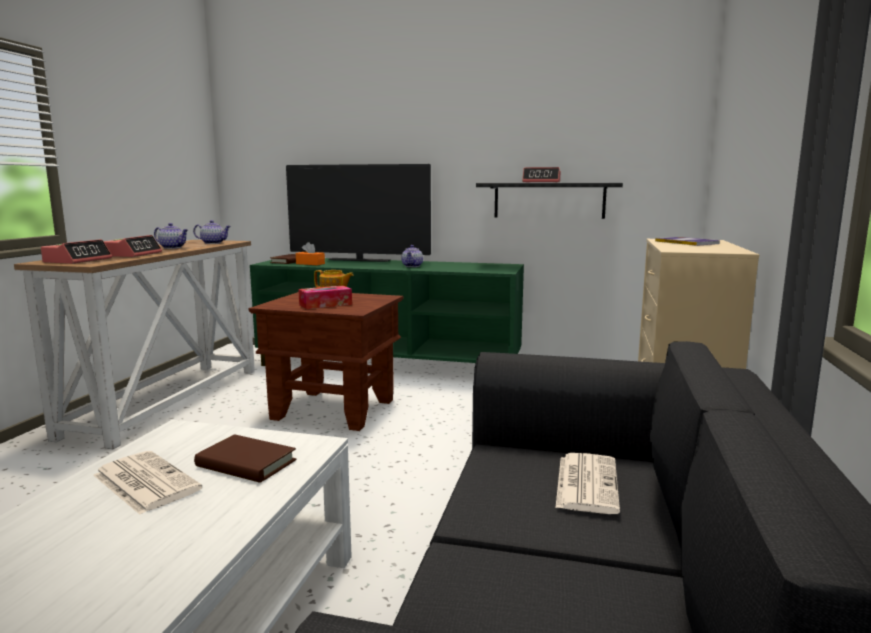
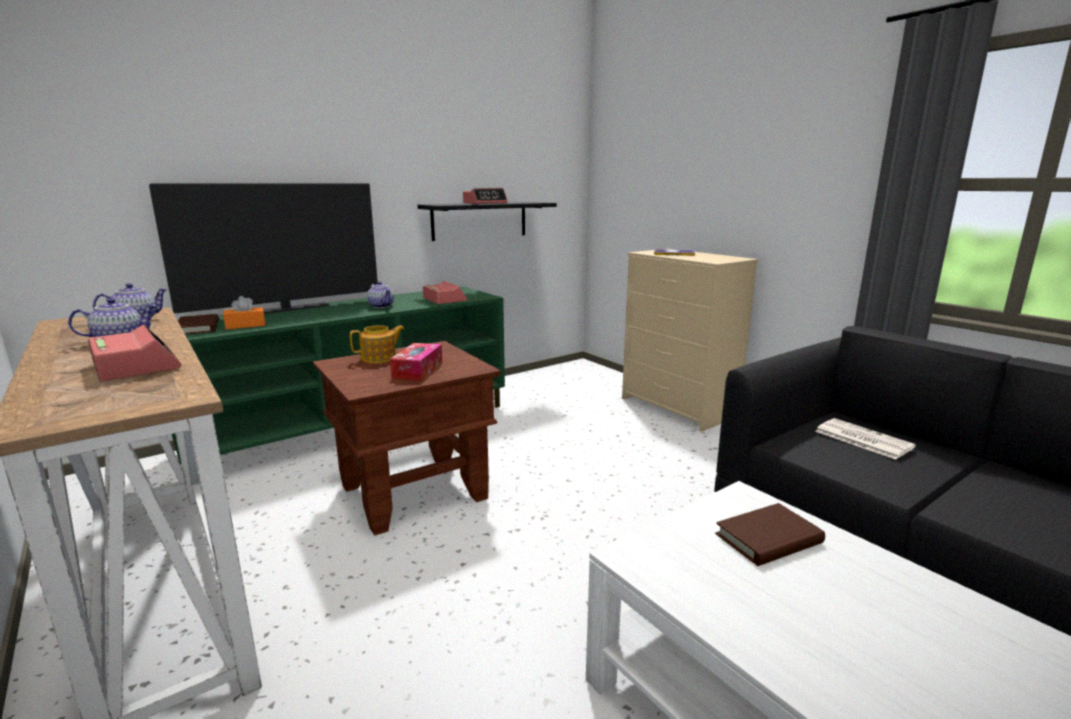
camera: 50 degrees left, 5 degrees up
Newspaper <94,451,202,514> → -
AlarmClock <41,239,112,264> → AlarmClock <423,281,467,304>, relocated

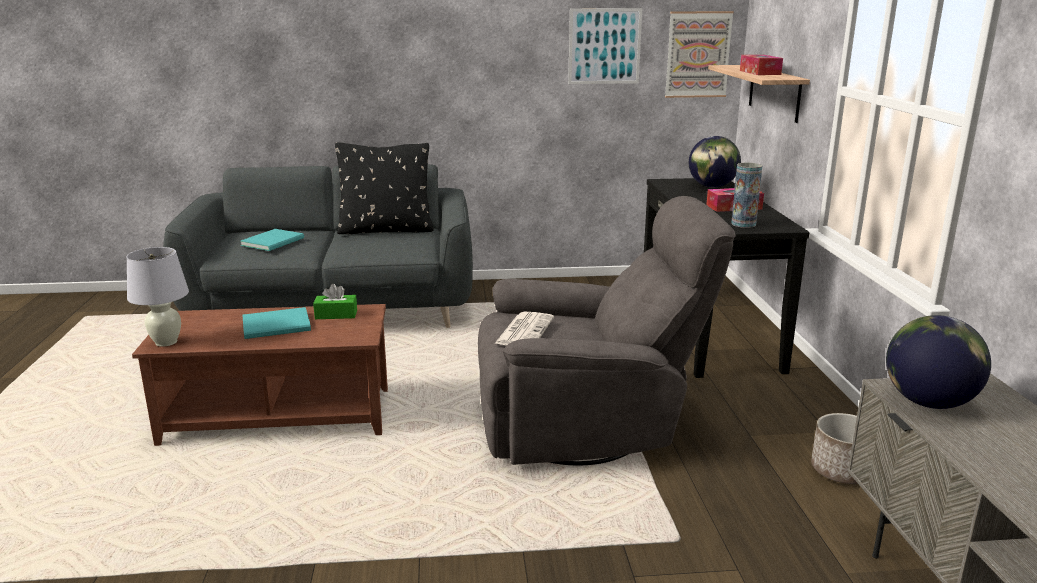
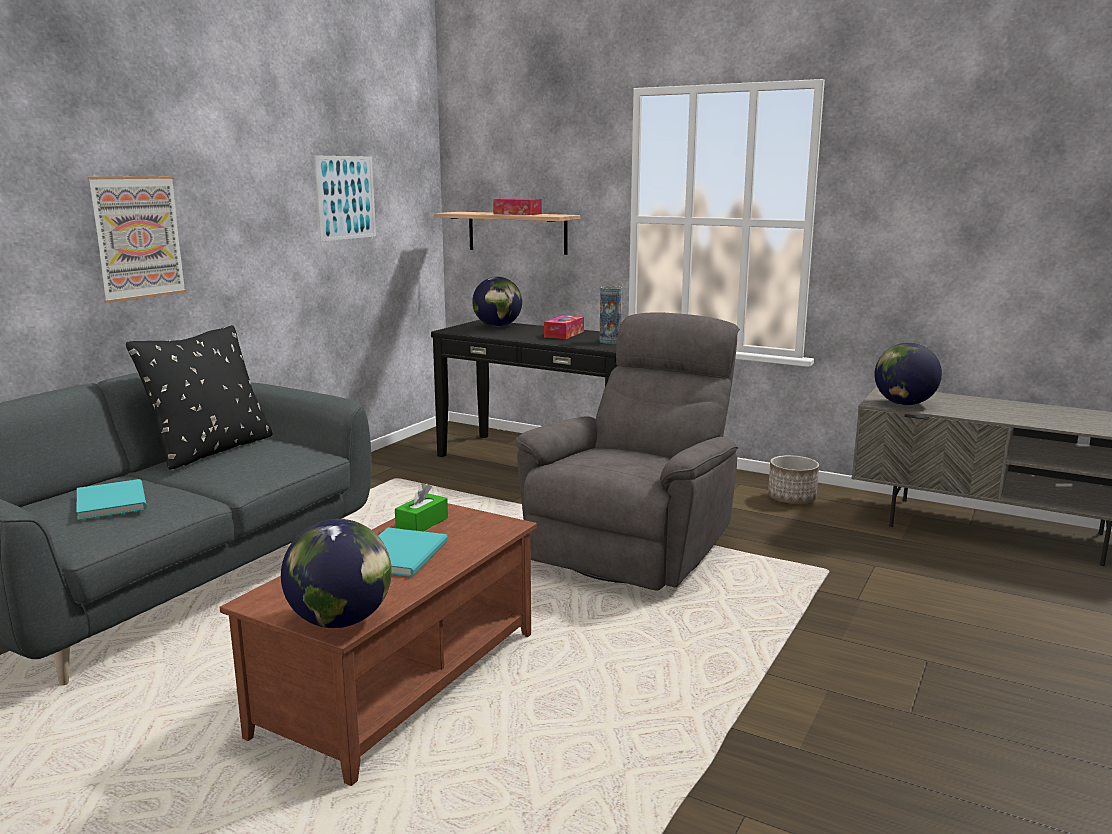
camera: 55 degrees left, 5 degrees down
Newspaper <494,312,554,345> → -
Picture <665,11,734,98> → Picture <88,176,186,303>, relocated
WhiteTableLamp <127,247,189,347> → Globe <281,519,392,628>

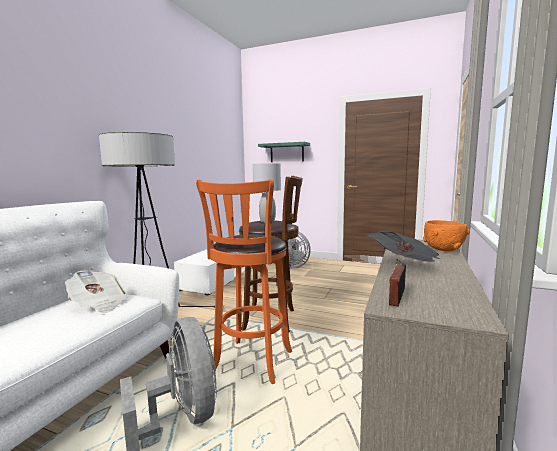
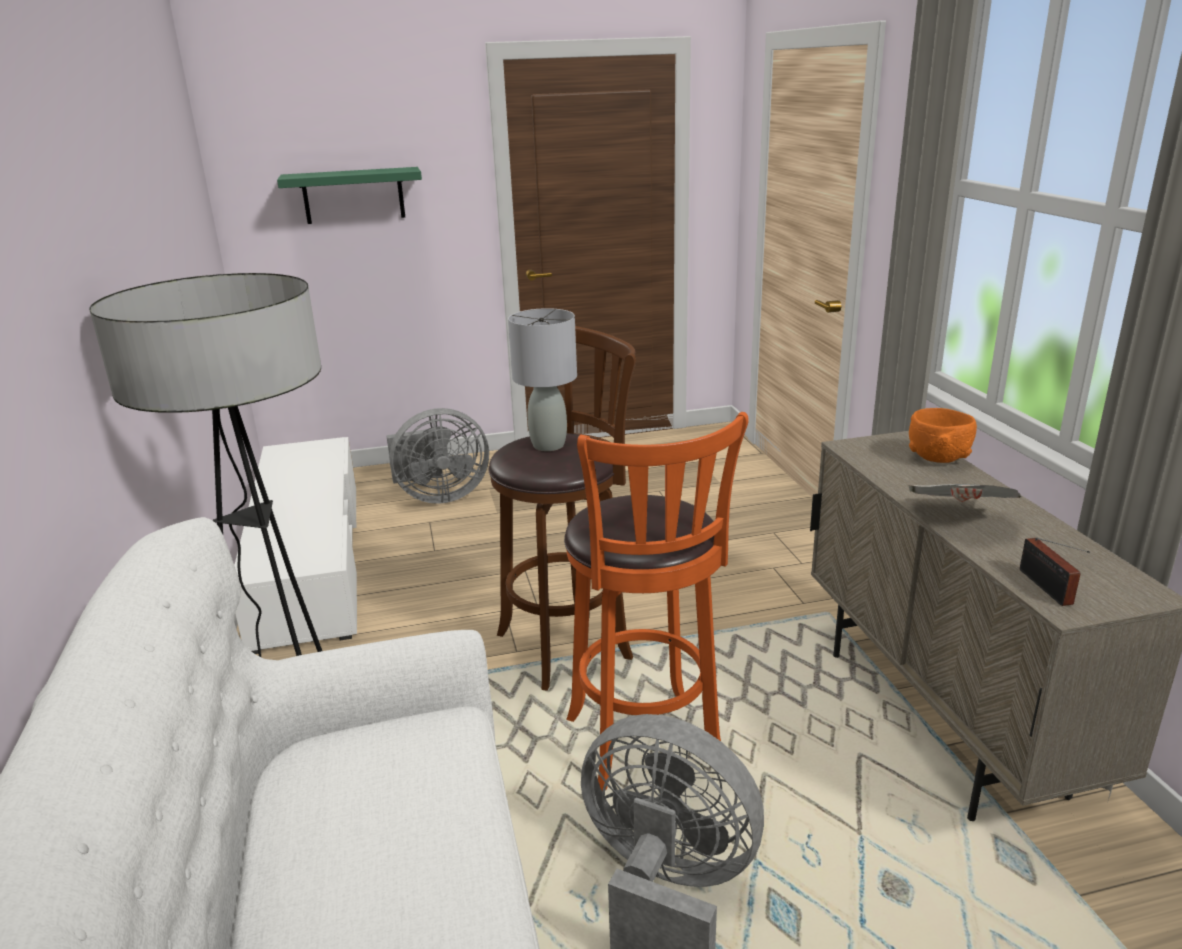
camera: 35 degrees left, 15 degrees up
Newspaper <65,270,128,313> → -

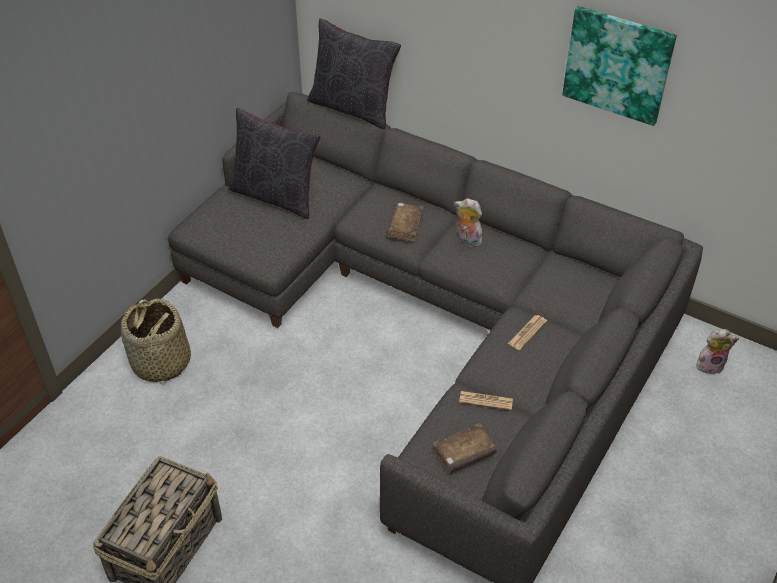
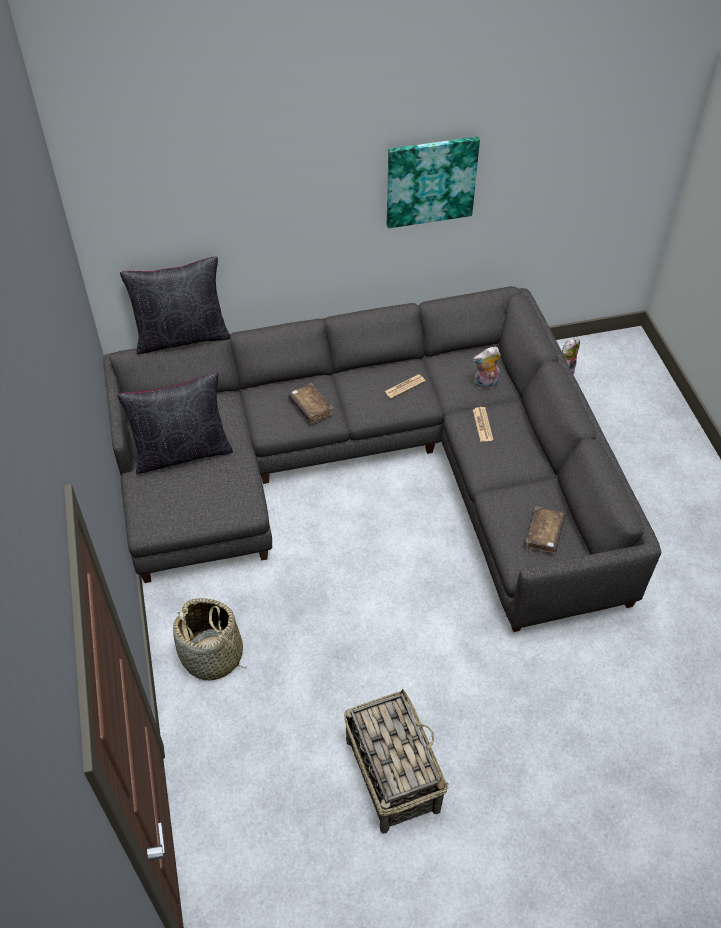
camera: 45 degrees left, 5 degrees up
PlushToy <454,198,484,247> → PlushToy <473,347,501,389>, relocated
Newspaper <459,391,513,410> → Newspaper <384,375,425,399>, relocated

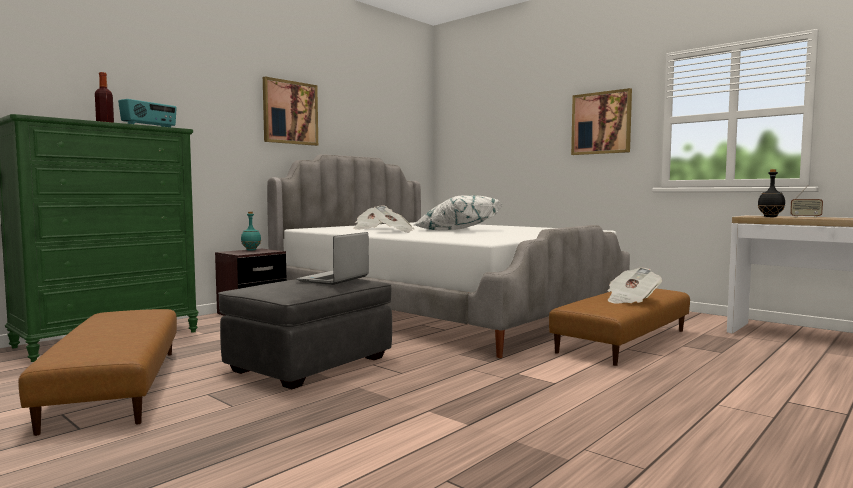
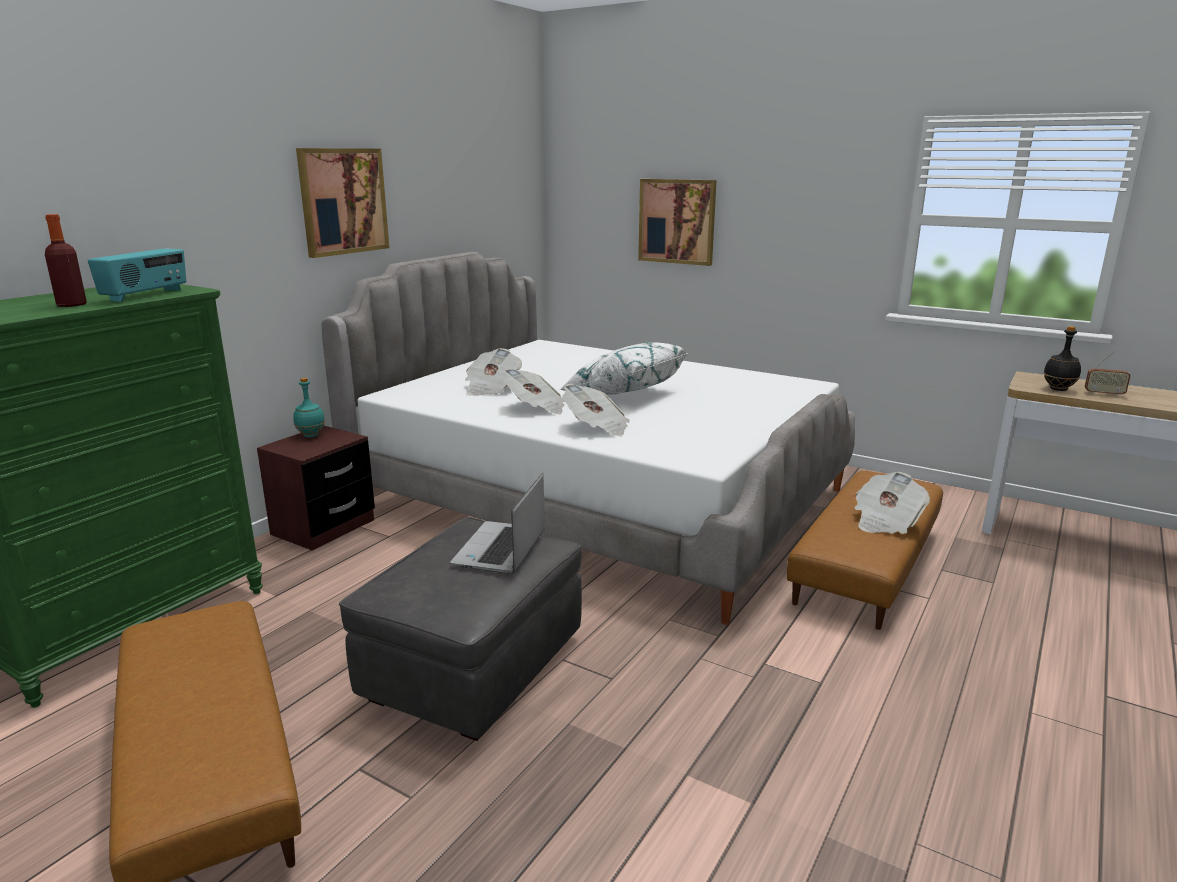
camera: 10 degrees left, 15 degrees up
- → Newspaper <562,384,630,437>
Picture <571,88,632,155> → Picture <638,179,716,266>, relocated

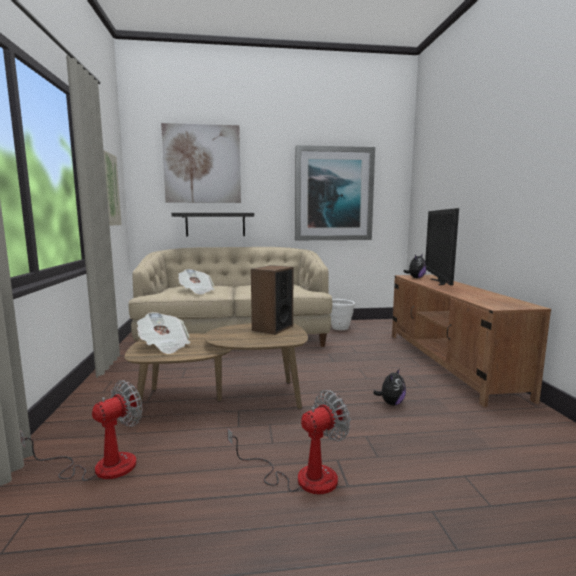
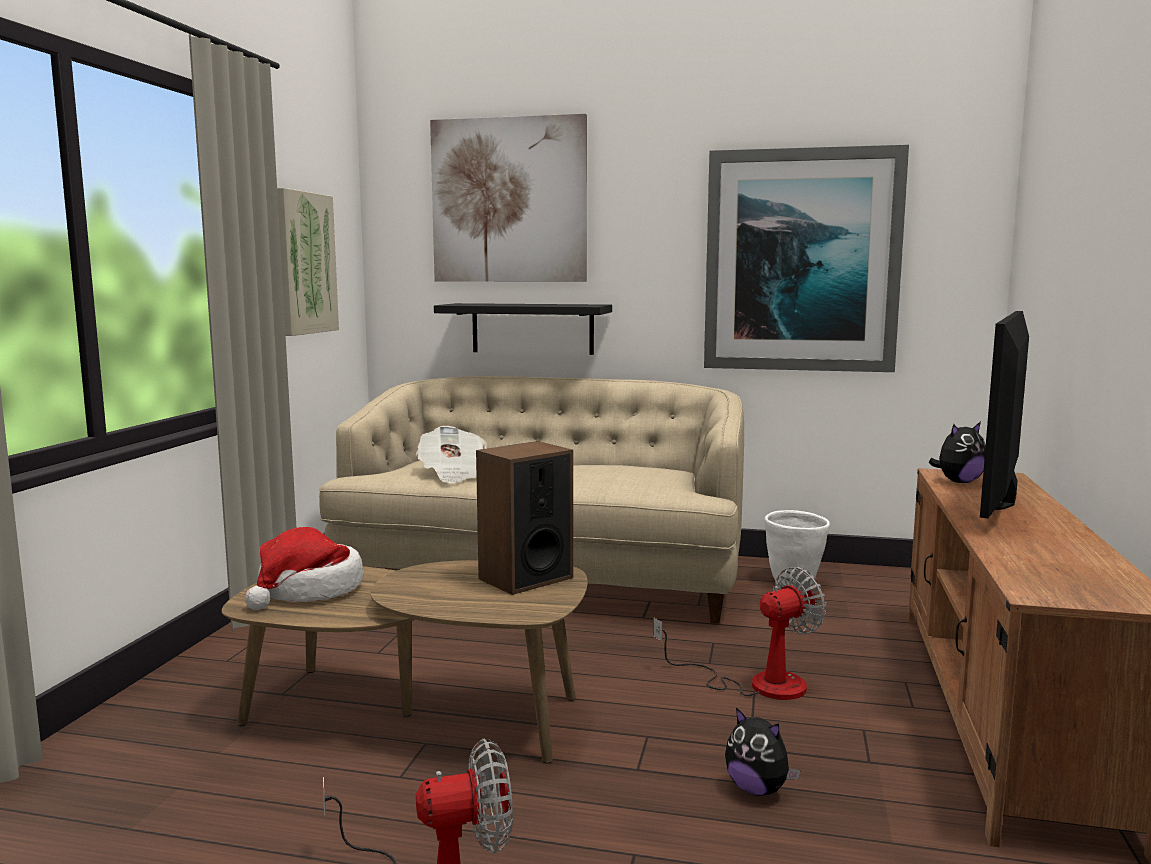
camera: 20 degrees right, 0 degrees up
Fan <20,380,142,481> → Fan <653,567,826,700>, relocated
Newspaper <137,312,191,354> → Hat <245,527,363,610>
PlushToy <373,368,406,405> → PlushToy <725,707,800,796>, 75 degrees clockwise

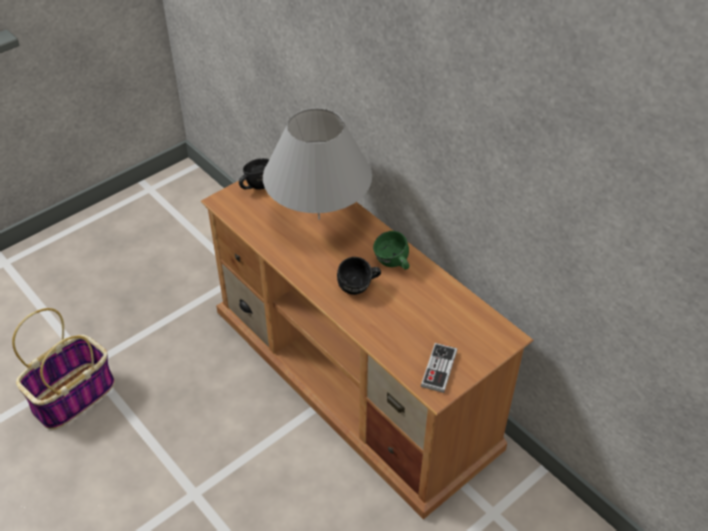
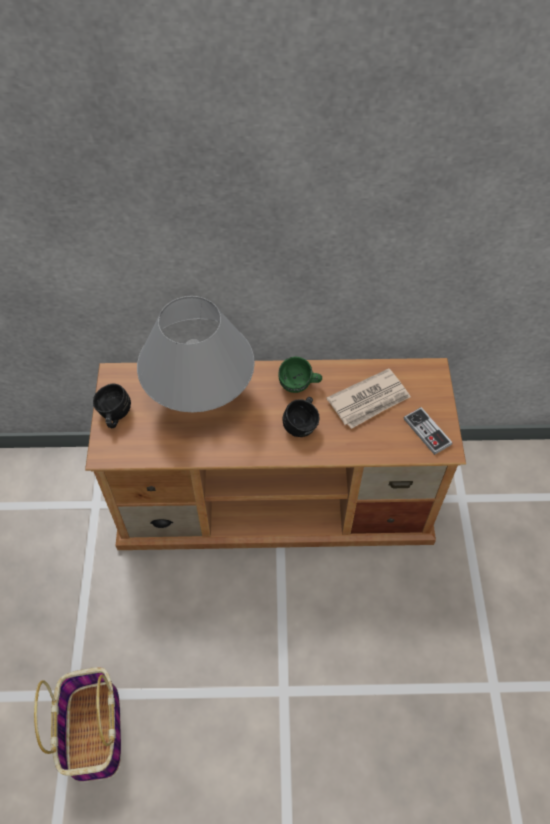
camera: 50 degrees left, 10 degrees up
- → Newspaper <327,368,411,429>

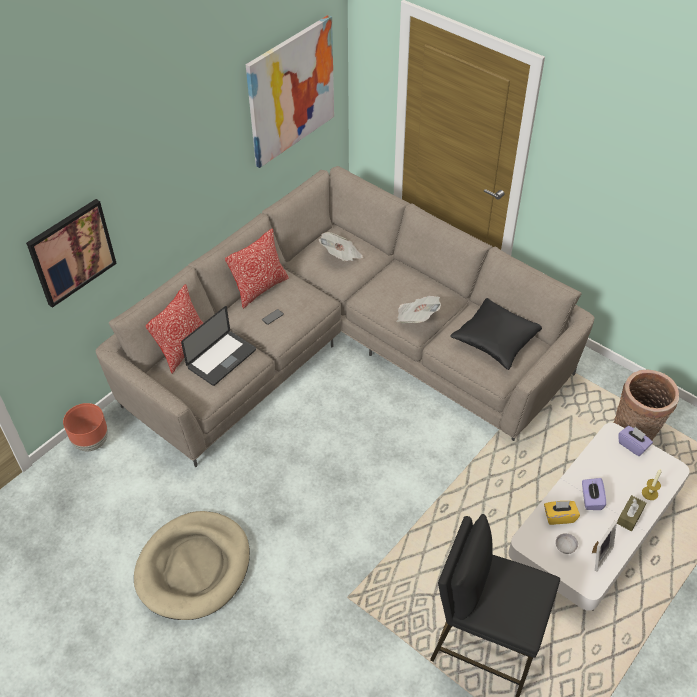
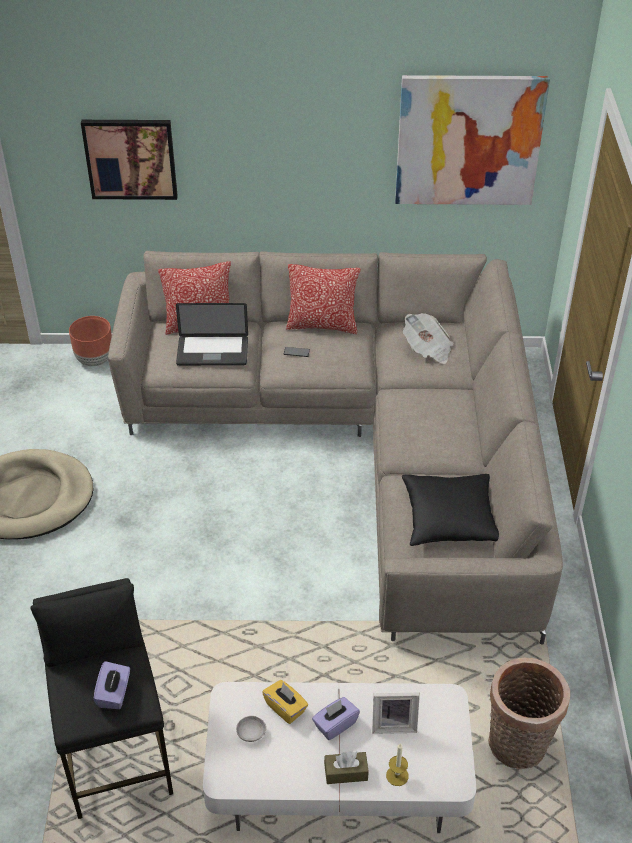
camera: 50 degrees right, 5 degrees down
Newspaper <396,296,441,323> → -
PictureFrame <592,521,617,572> → PictureFrame <372,693,420,734>, relocated
PurpleTissueBox <619,426,653,456> → PurpleTissueBox <93,661,130,709>, relocated

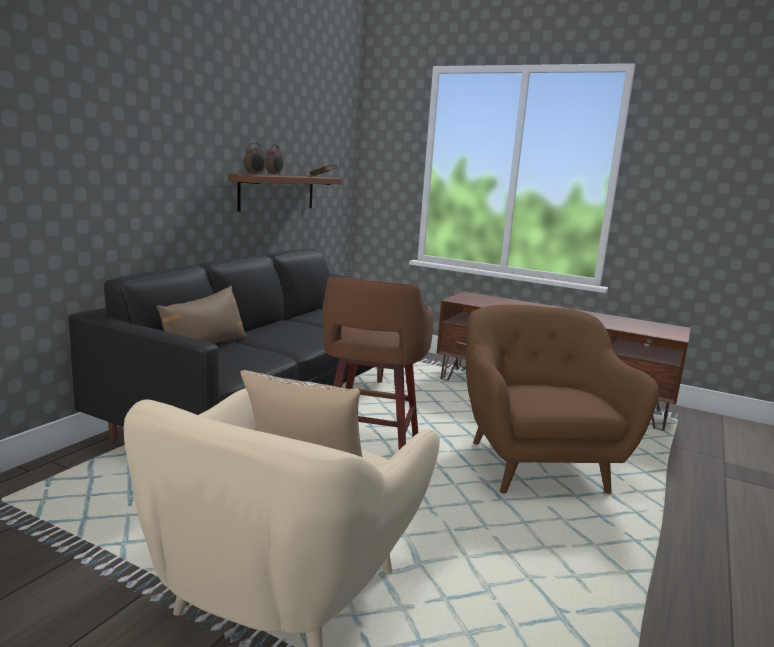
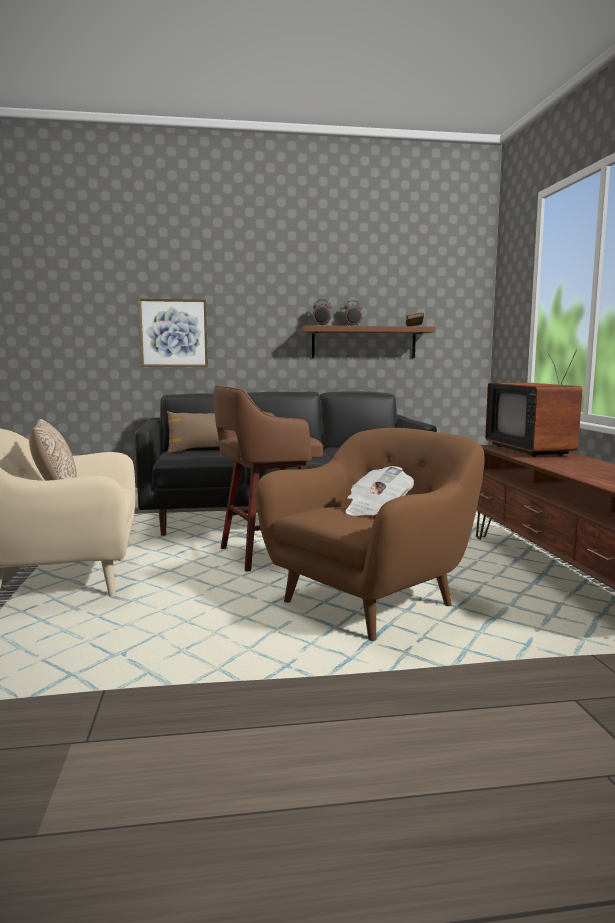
camera: 55 degrees right, 5 degrees down
- → Picture <138,298,208,367>
- → Newspaper <345,466,414,516>
- → Television <485,350,582,457>

